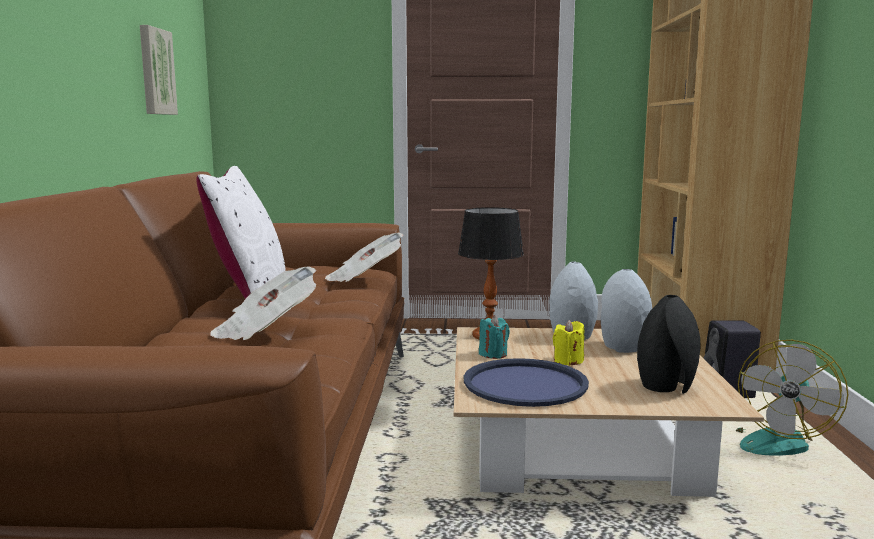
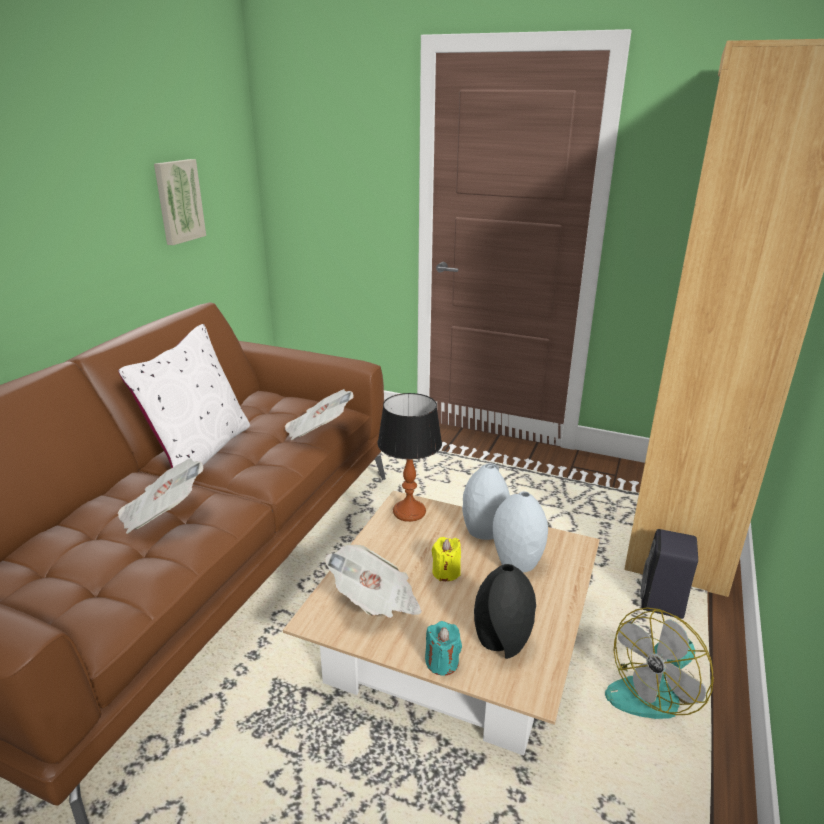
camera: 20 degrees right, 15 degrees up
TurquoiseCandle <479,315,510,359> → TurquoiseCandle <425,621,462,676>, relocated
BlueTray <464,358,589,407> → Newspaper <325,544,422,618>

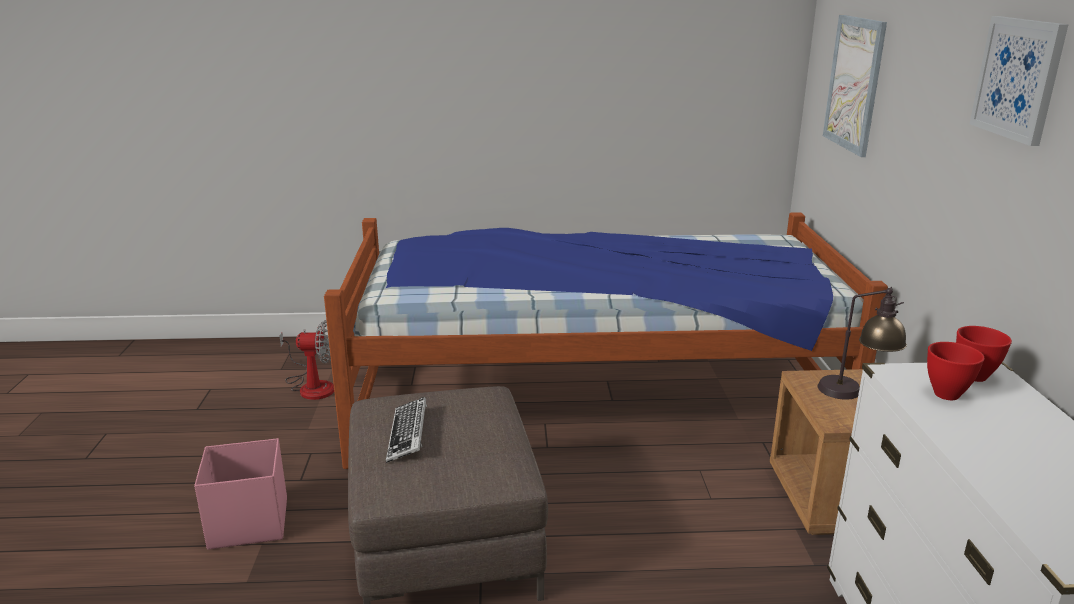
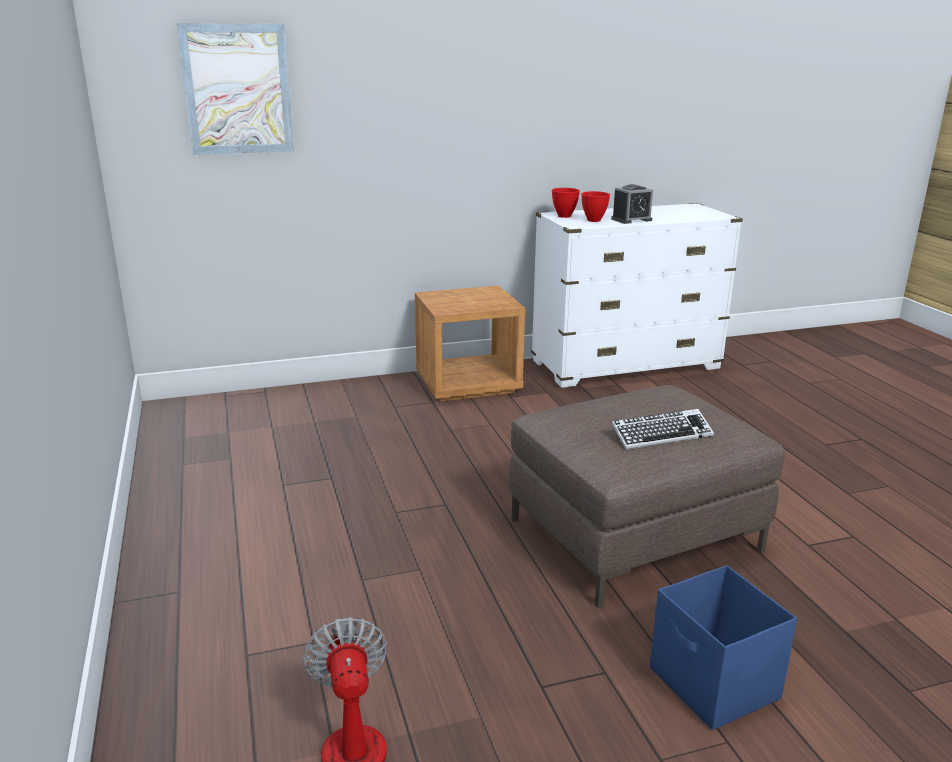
camera: 105 degrees left, 0 degrees up
Bed <324,212,888,469> → -
TableLamp <817,287,907,400> → -
Picture <970,16,1069,146> → -
- → AlarmClock <611,184,653,224>
PinkStorageBox <194,438,287,550> → BlueStorageBox <650,565,797,730>

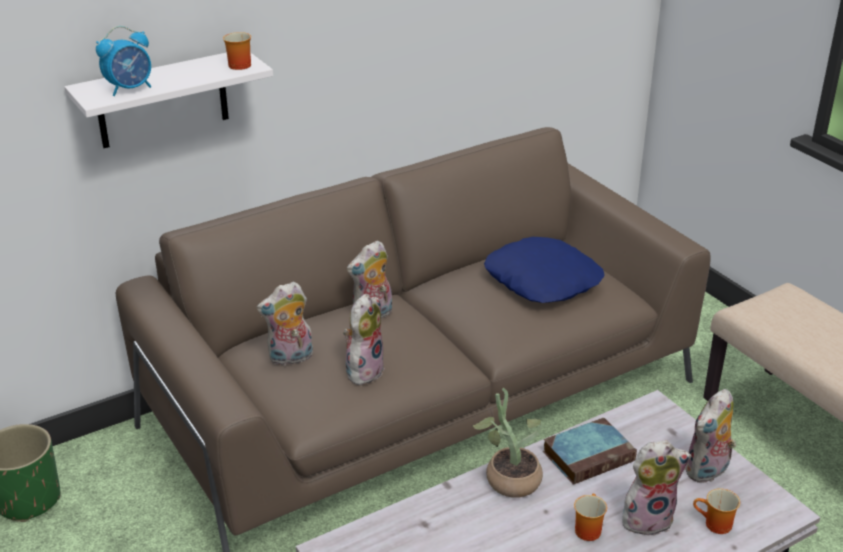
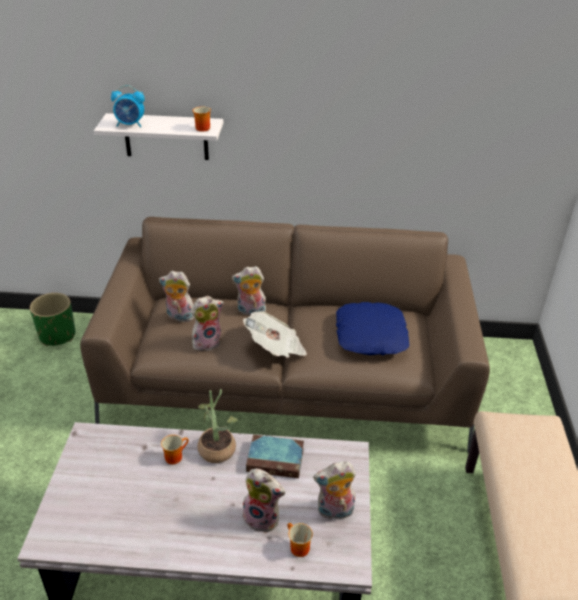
camera: 35 degrees right, 5 degrees up
- → Newspaper <243,311,307,358>
Mug <574,494,607,541> → Mug <161,435,189,464>, relocated

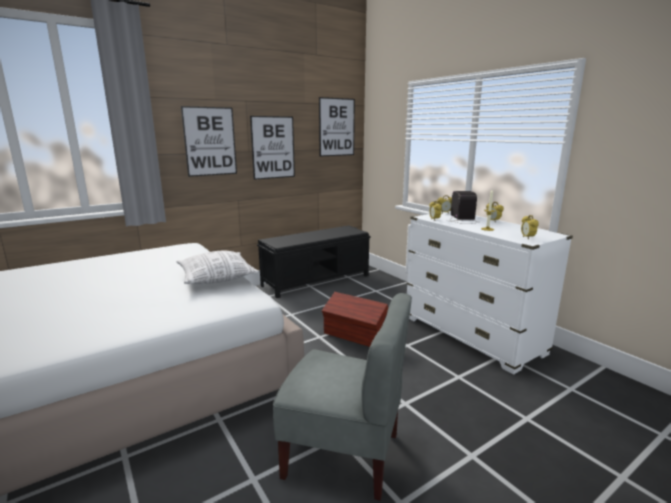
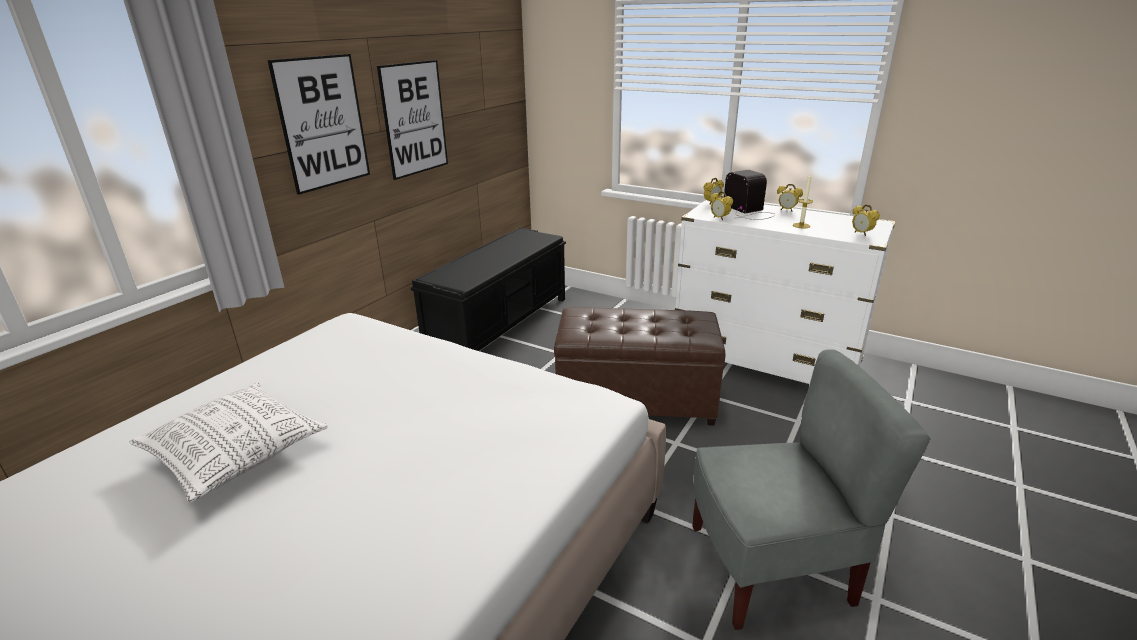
camera: 25 degrees left, 10 degrees up
Picture <319,97,355,156> → -
Pillow <176,251,259,284> → Pillow <129,382,328,502>, relocated
BrownStorageBox <322,292,388,347> → BrownOttoman <554,308,725,426>

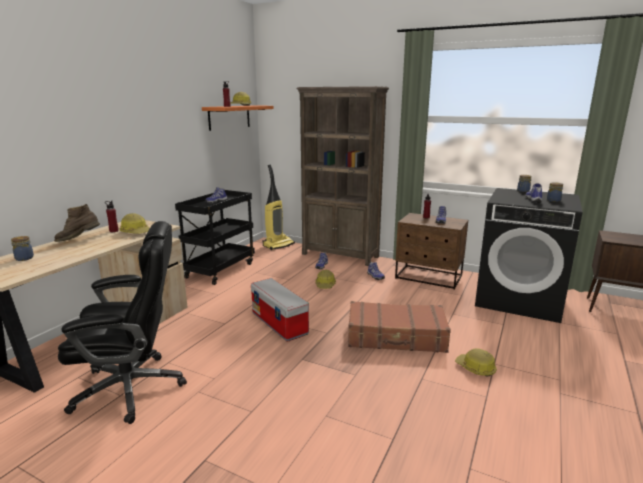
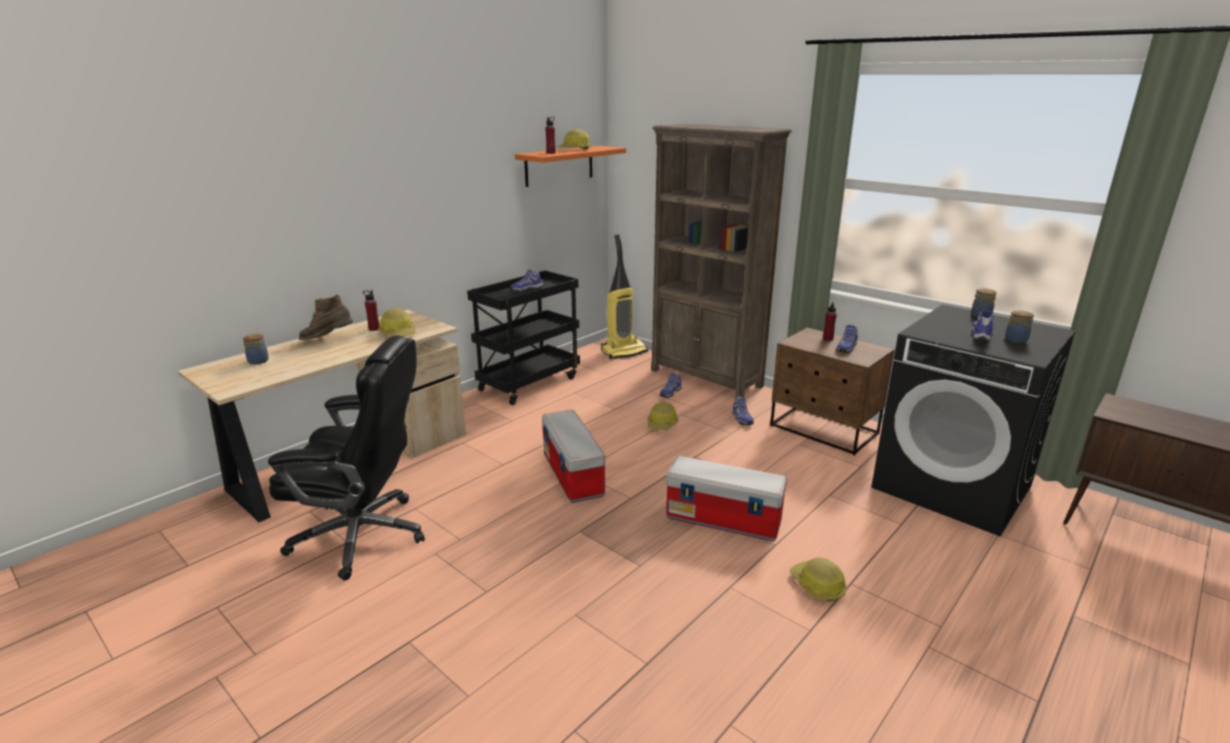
camera: 15 degrees right, 5 degrees up
BrownSuitcase <348,301,451,353> → StorageBox <666,456,787,541>

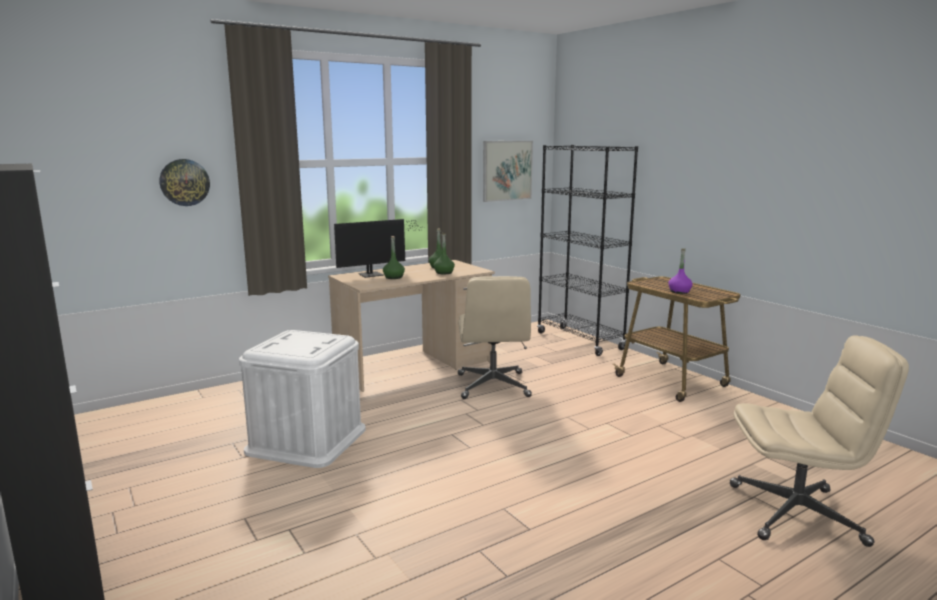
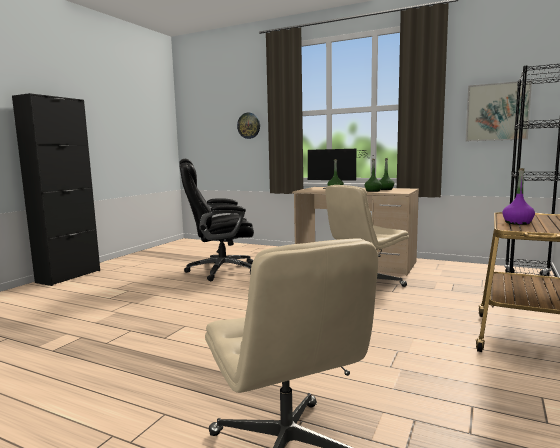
camera: 60 degrees right, 5 degrees down
WhiteStorageBox <239,330,366,468> → BlackOfficeChair <179,159,254,282>

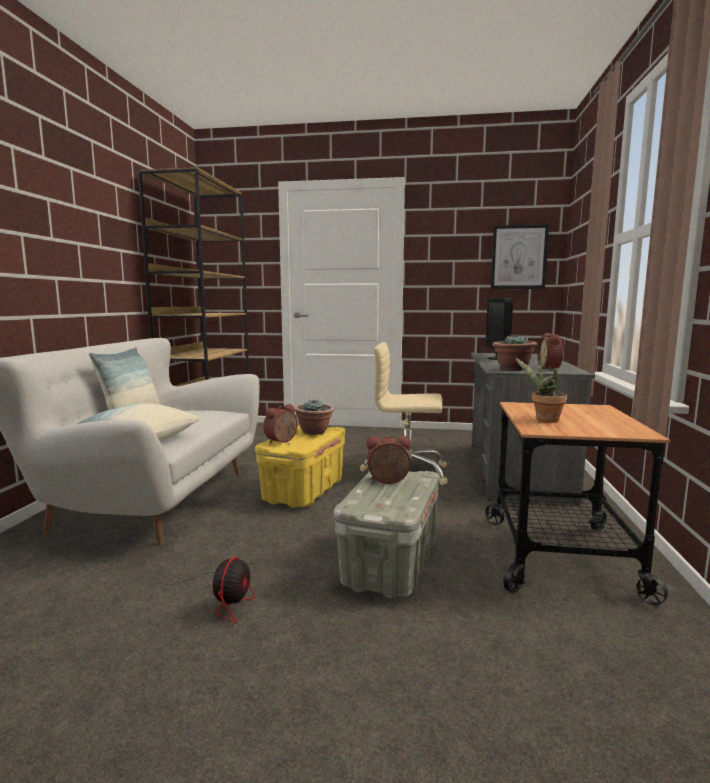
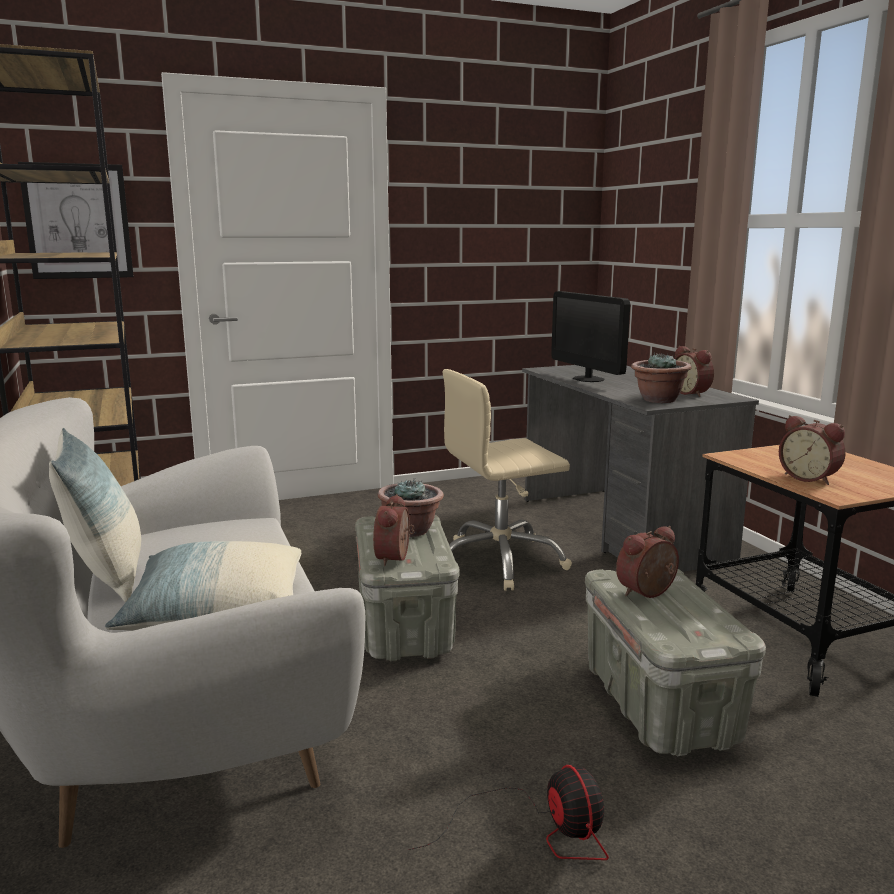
camera: 30 degrees left, 5 degrees up
Picture <491,224,549,289> → Picture <18,162,134,279>, relocated
PottedPlant <515,358,567,423> → AlarmClock <779,415,846,485>
YellowStorageBox <255,425,346,508> → GreyStorageBox <355,515,460,662>

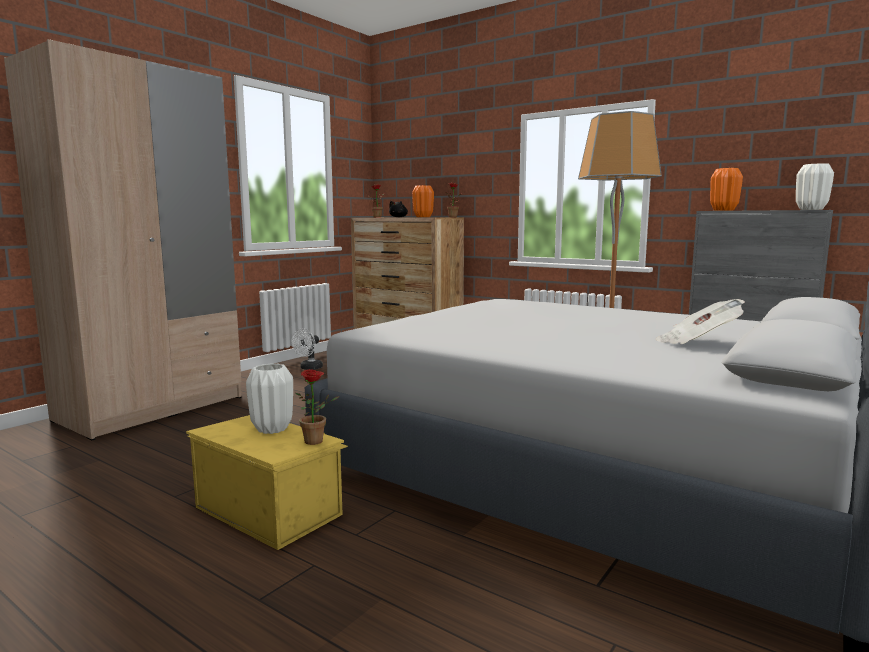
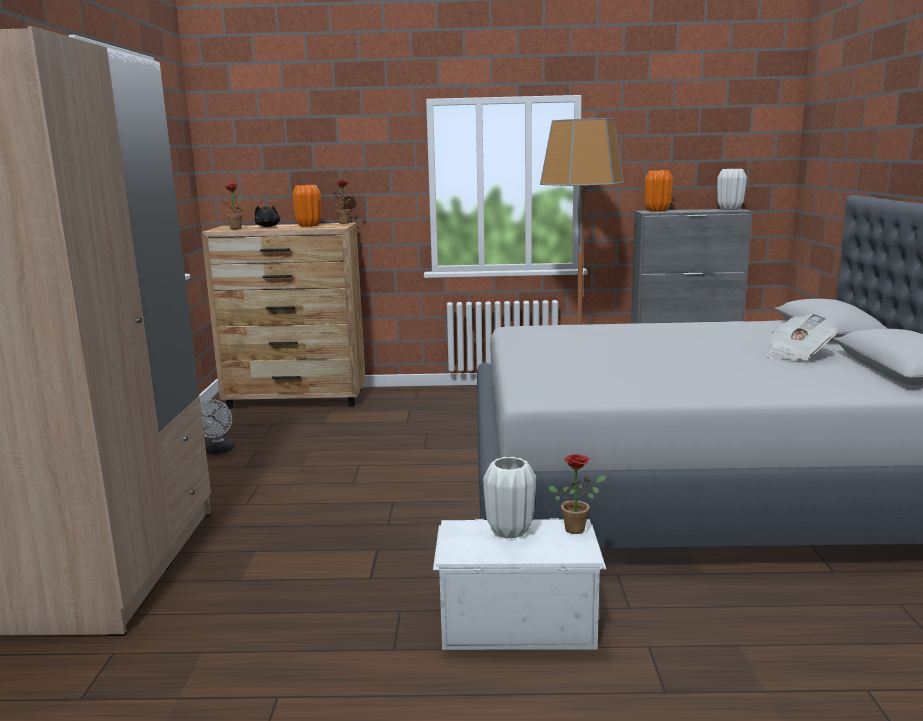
camera: 35 degrees left, 5 degrees up
YellowStorageBox <186,415,348,550> → WhiteStorageBox <433,518,606,650>

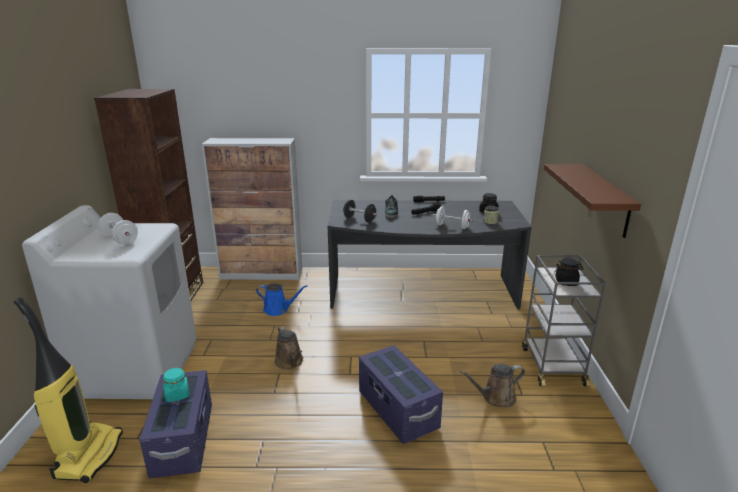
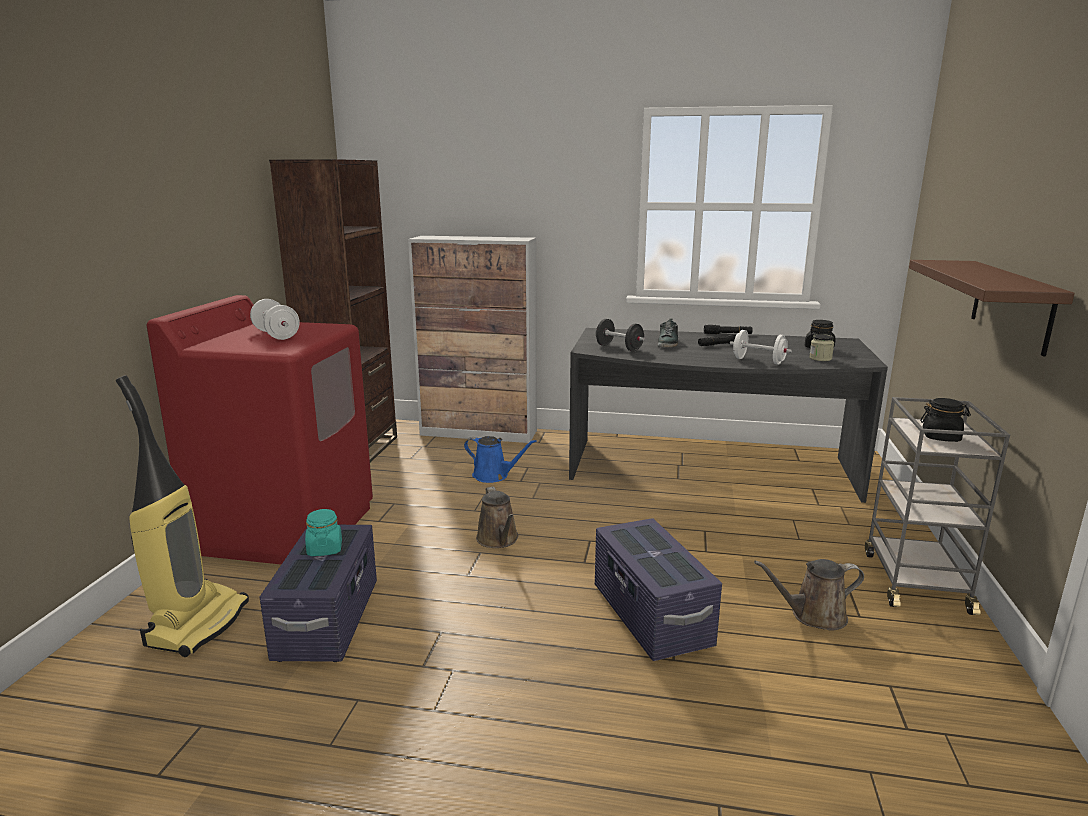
camera: 10 degrees right, 5 degrees down
WhiteWashingMachine <22,205,196,399> → RedWashingMachine <147,295,373,565>

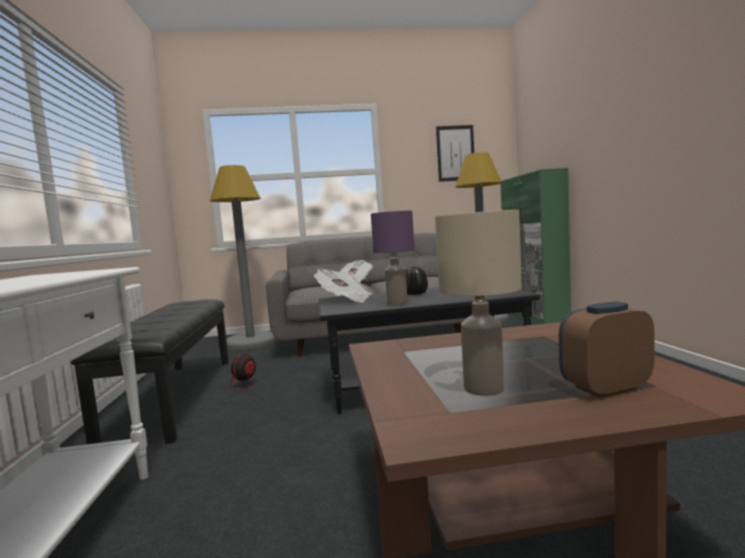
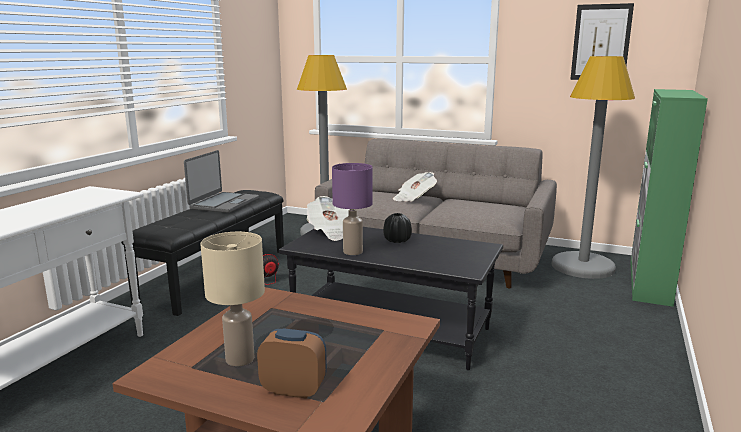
camera: 30 degrees right, 10 degrees up
- → Laptop <184,150,259,213>

